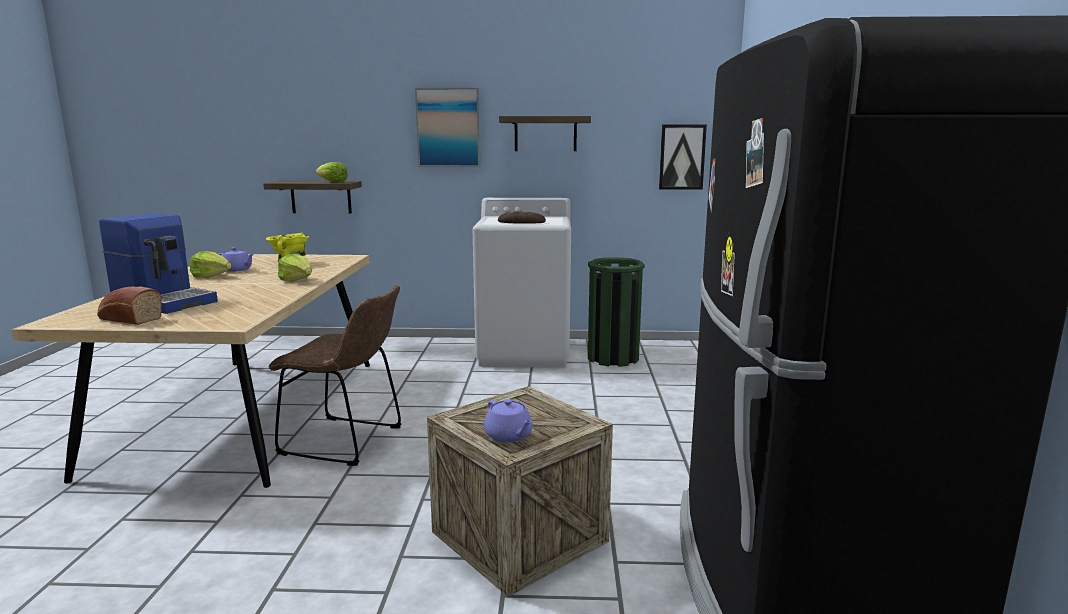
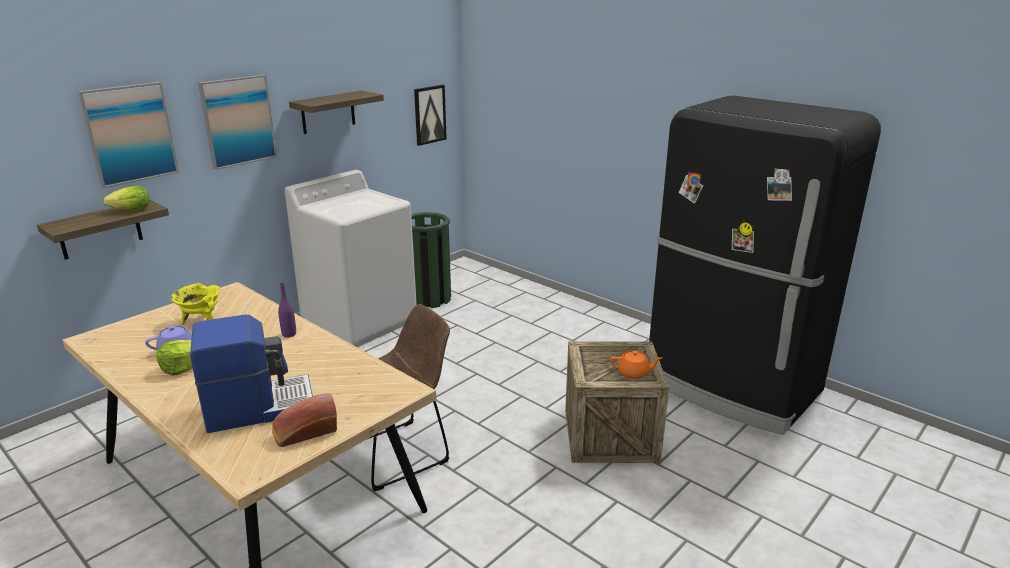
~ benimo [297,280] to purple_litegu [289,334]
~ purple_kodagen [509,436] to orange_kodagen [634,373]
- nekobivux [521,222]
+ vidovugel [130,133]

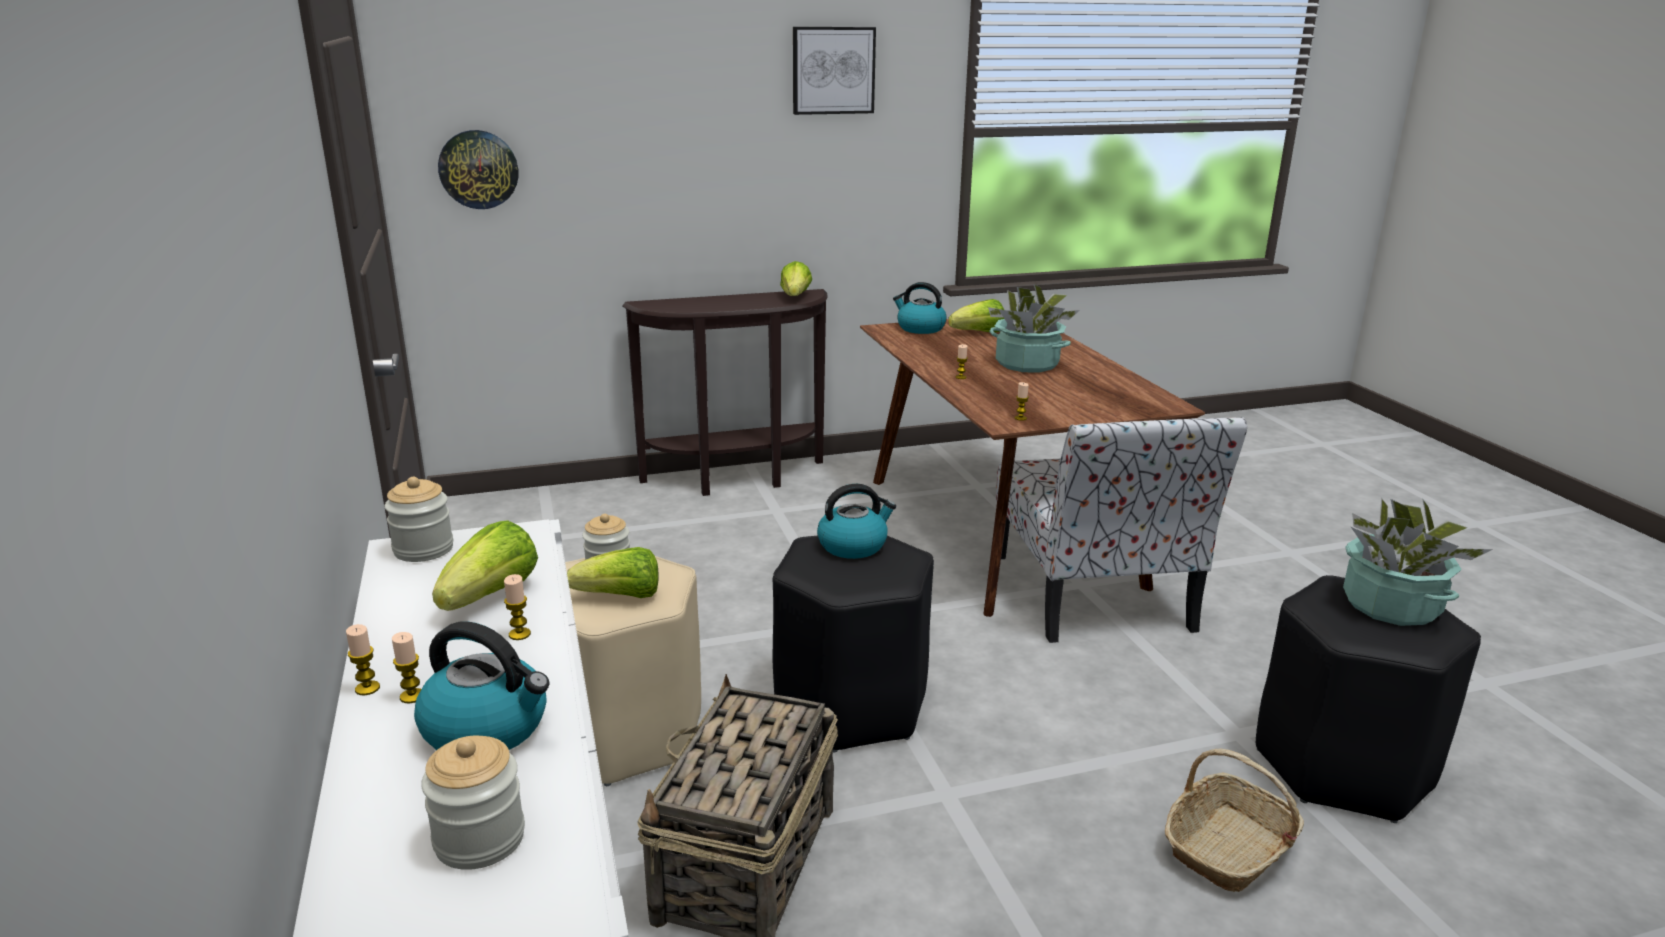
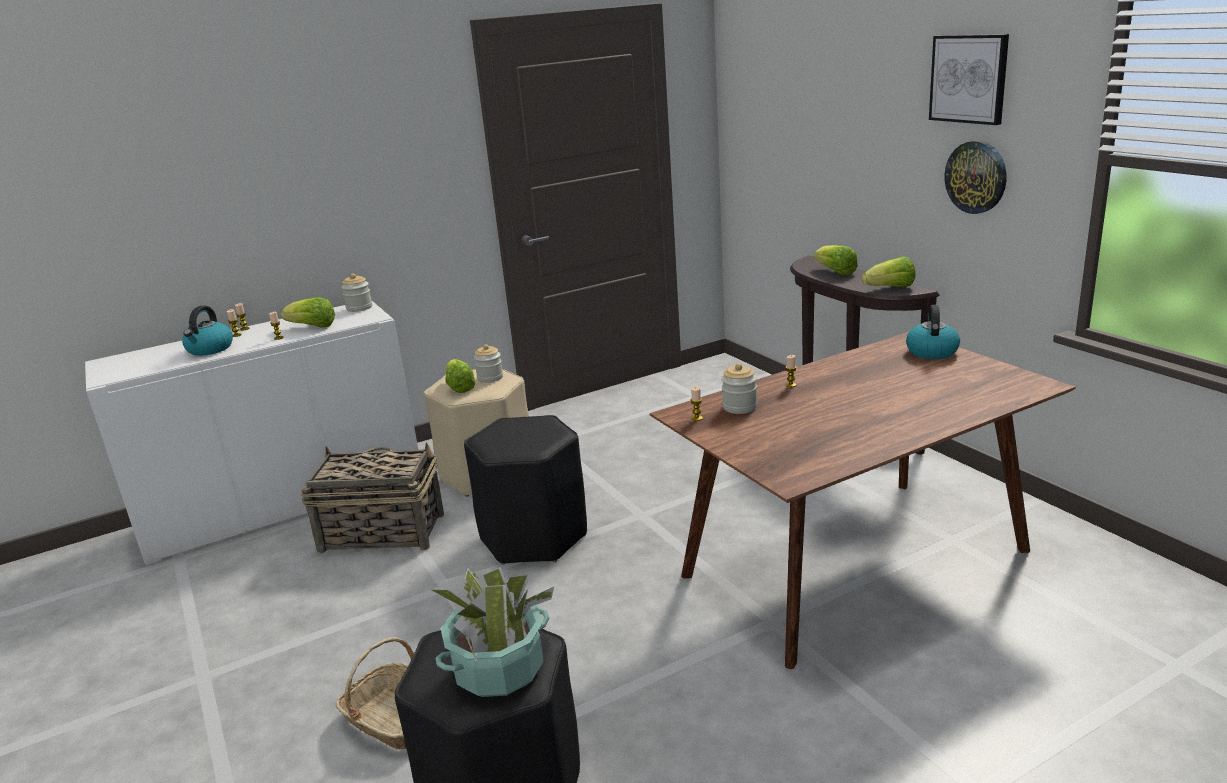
~ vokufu [479,839] to [739,407]
~ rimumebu [478,169] to [976,177]
- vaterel [853,545]
~ benimo [979,333] to [835,272]
- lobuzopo [1027,364]
- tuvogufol [1093,594]

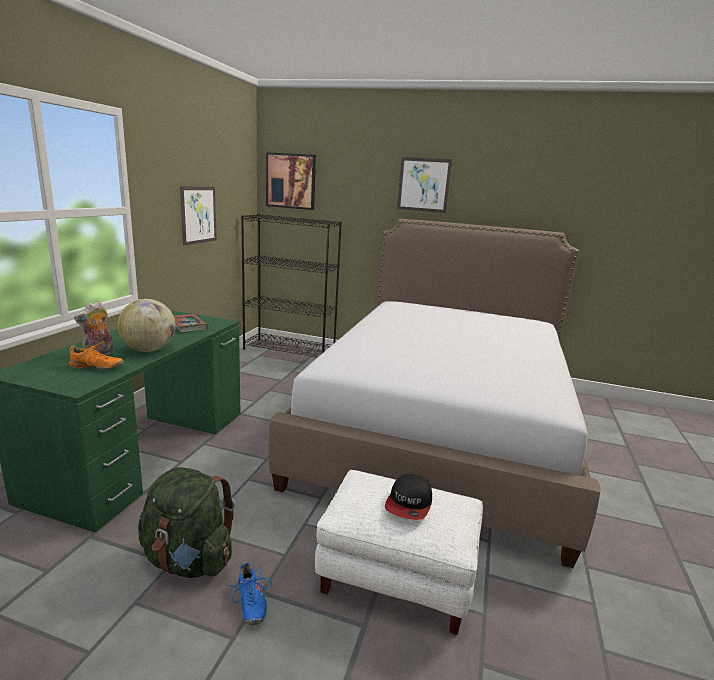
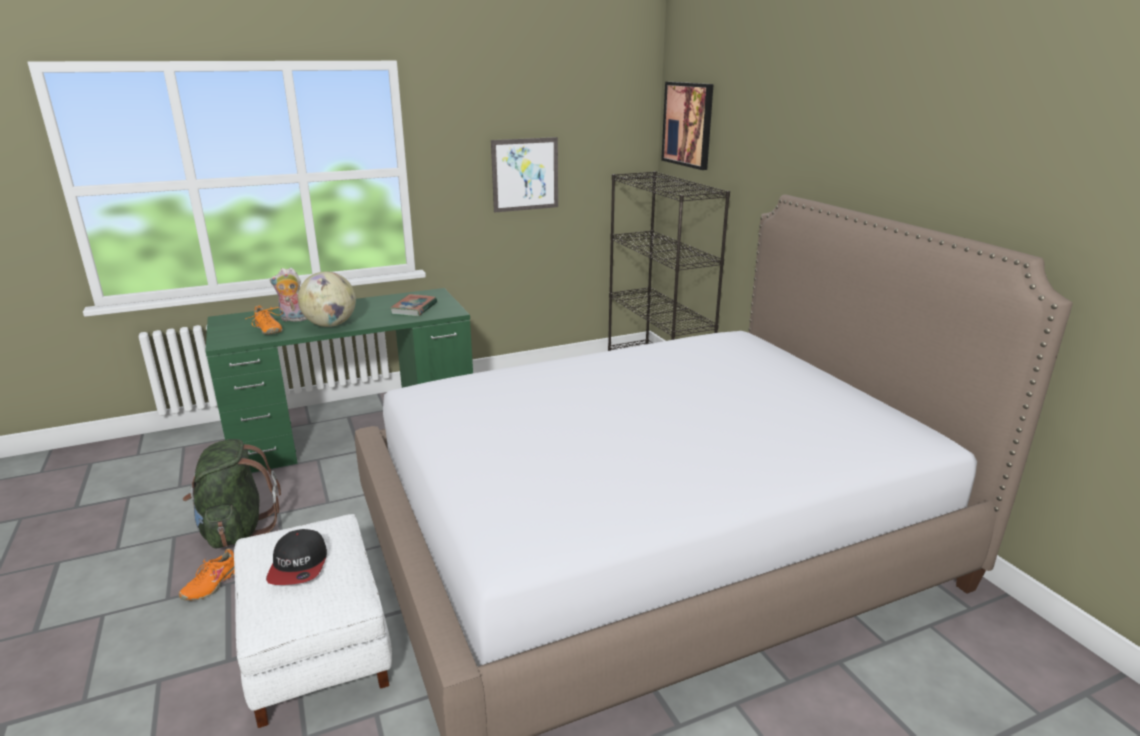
~ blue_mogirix [250,602] to orange_mogirix [211,584]
~ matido [409,503] = [299,565] 75 degrees counterclockwise
- vidovugel [423,184]

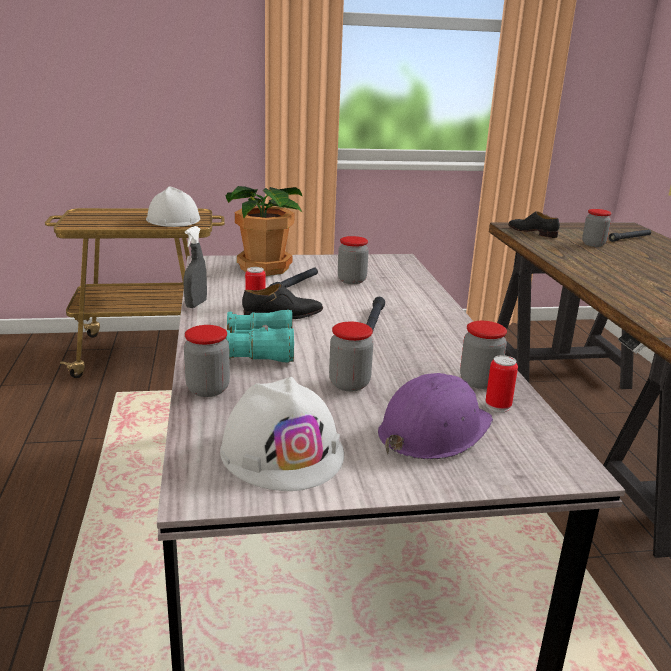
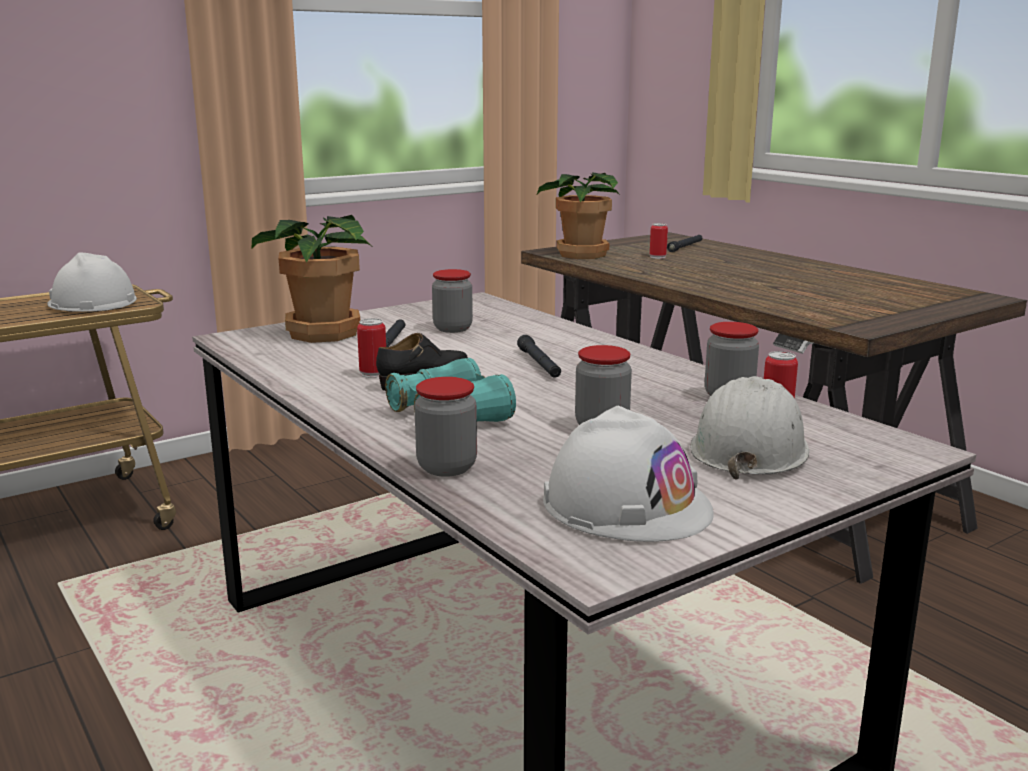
- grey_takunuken [196,304]
~ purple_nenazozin [433,431] to white_nenazozin [749,448]
~ black_mogirix [532,232] to lobuzopo [581,254]
~ vokufu [593,244] to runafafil [657,257]

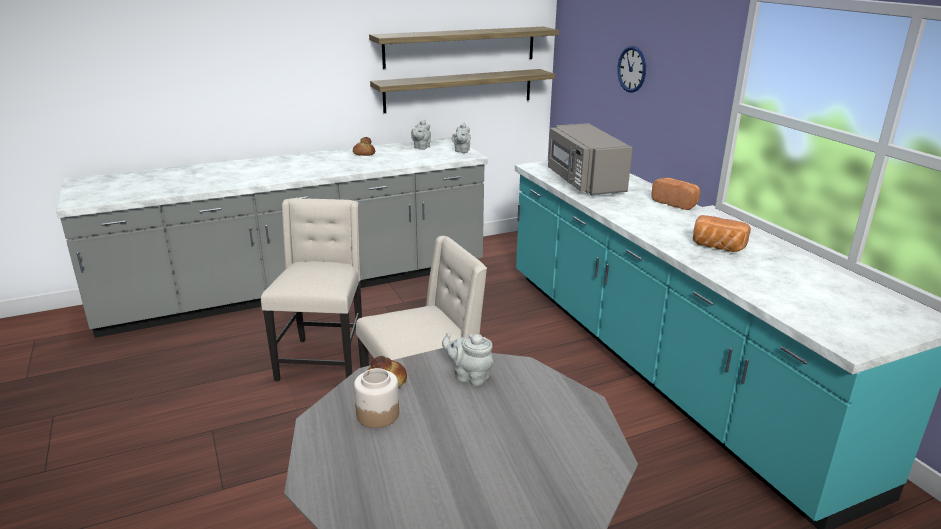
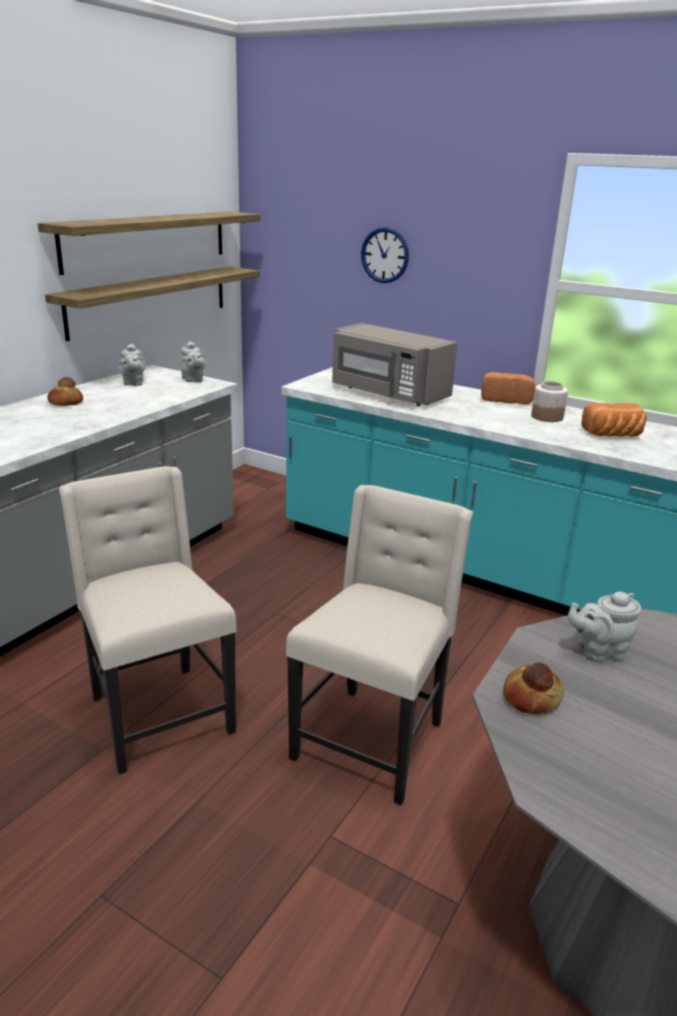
~ vokufu [377,414] to [546,417]

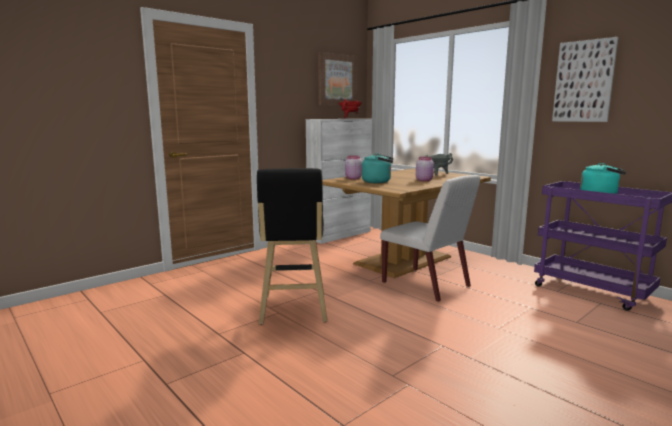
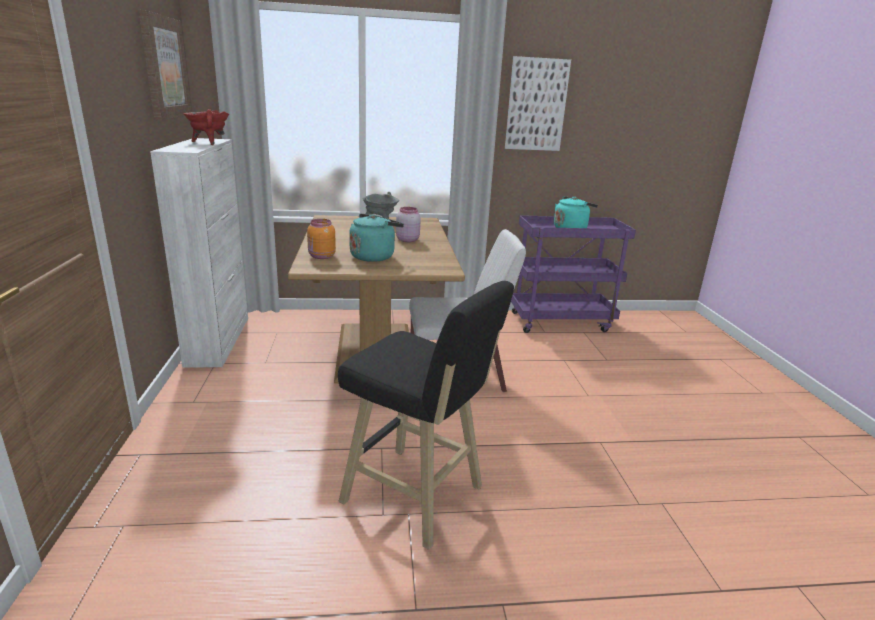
~ pink_vokufu [352,178] to orange_vokufu [321,256]

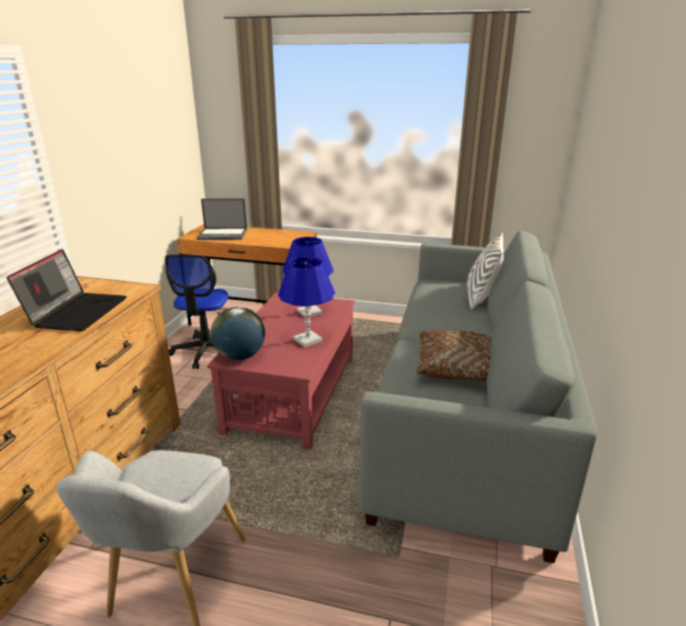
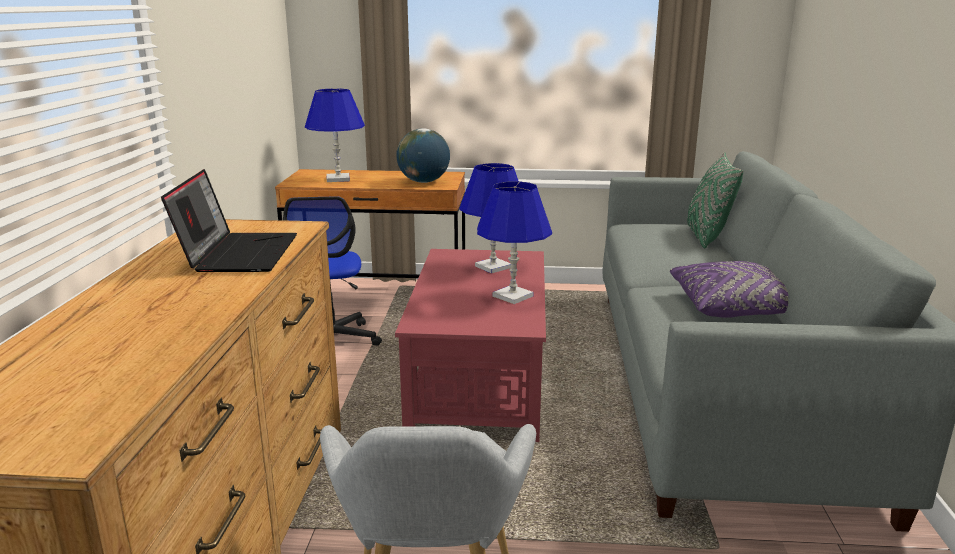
~ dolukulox [223,234] to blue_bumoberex [338,179]
~ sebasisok [240,356] to [424,182]
~ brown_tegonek [458,368] to purple_tegonek [734,307]
~ white_tegonek [481,298] to green_tegonek [707,237]

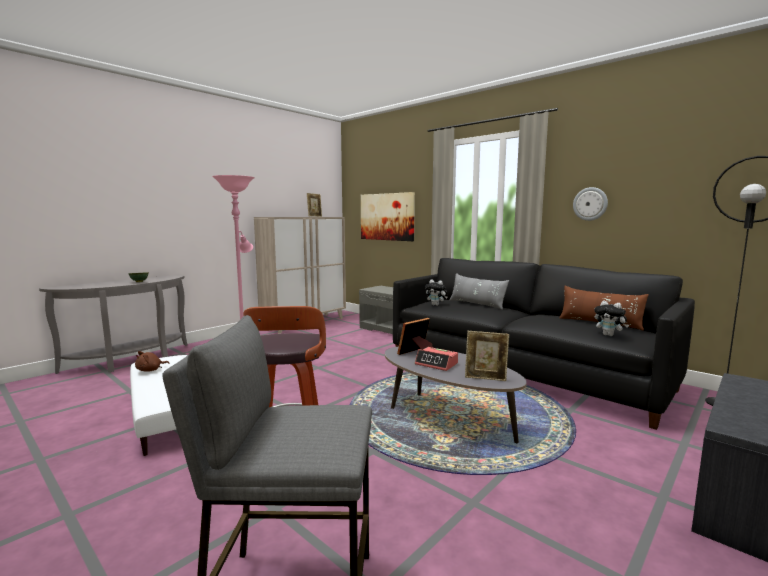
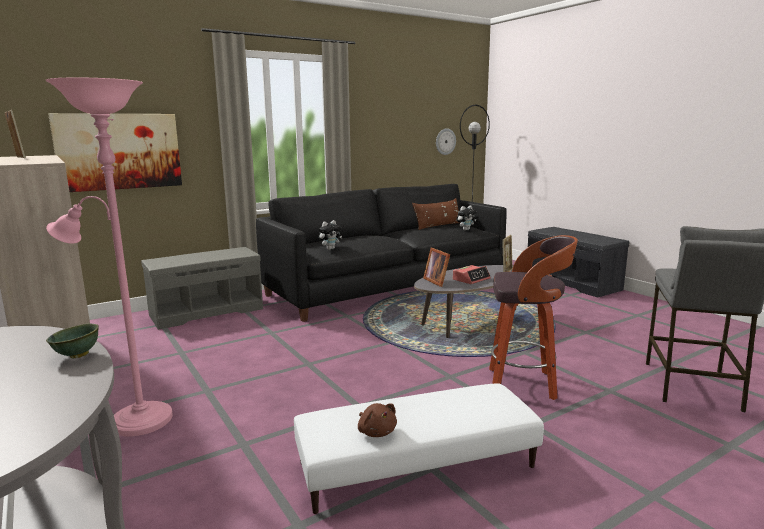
- grey_tegonek [476,304]
~ rimumebu [590,204] to [445,141]

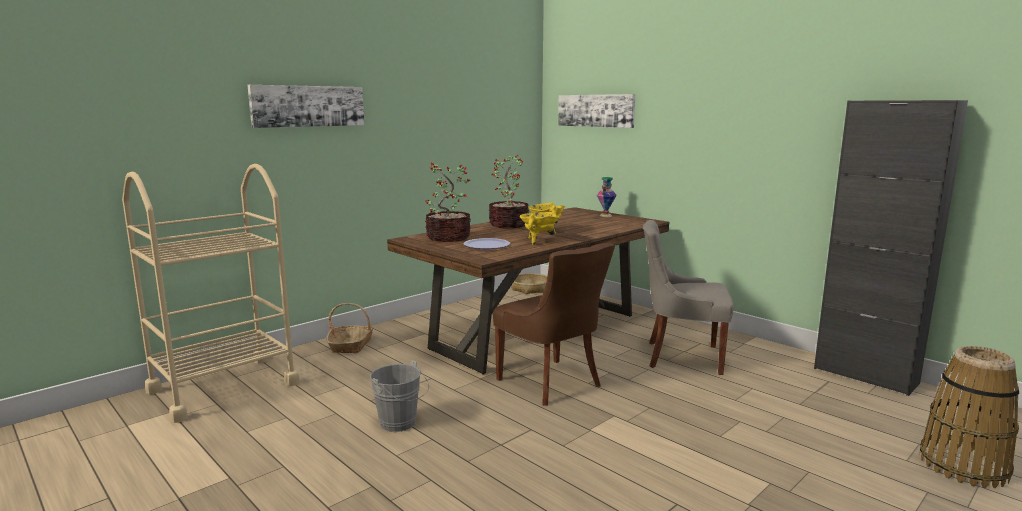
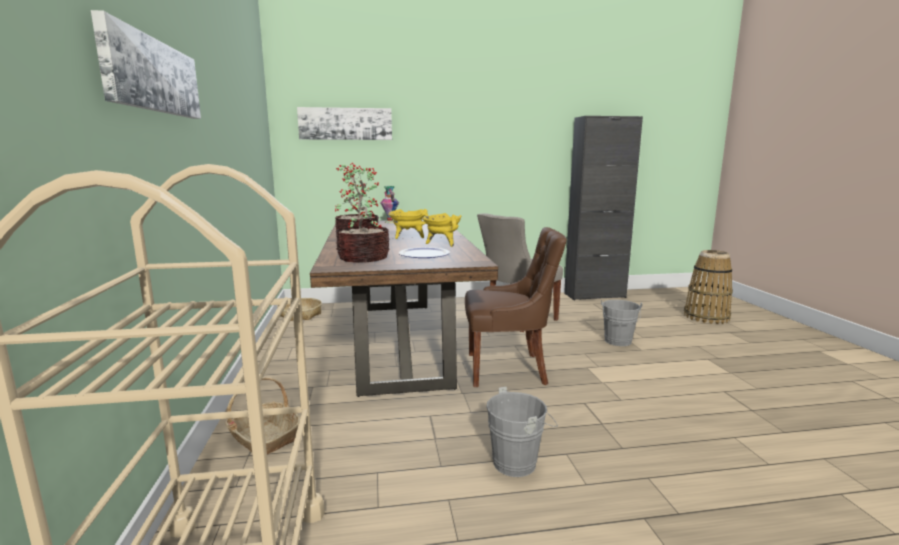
+ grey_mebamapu [618,342]

